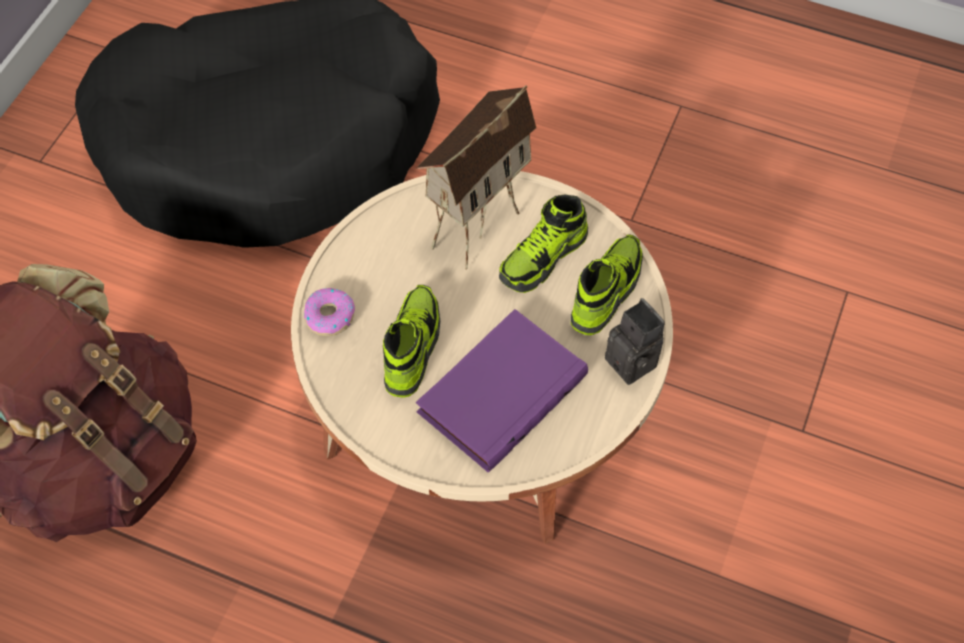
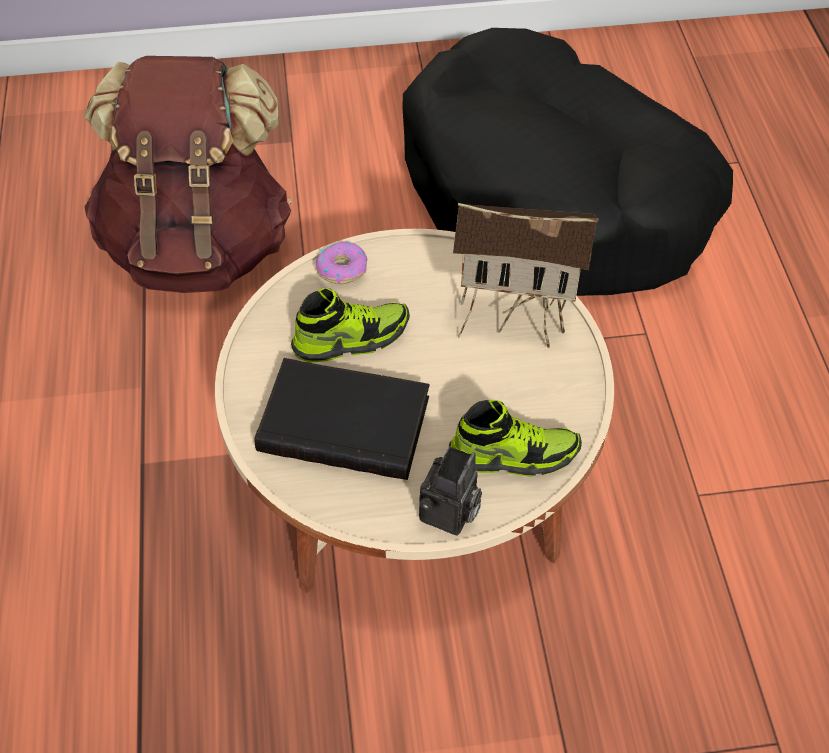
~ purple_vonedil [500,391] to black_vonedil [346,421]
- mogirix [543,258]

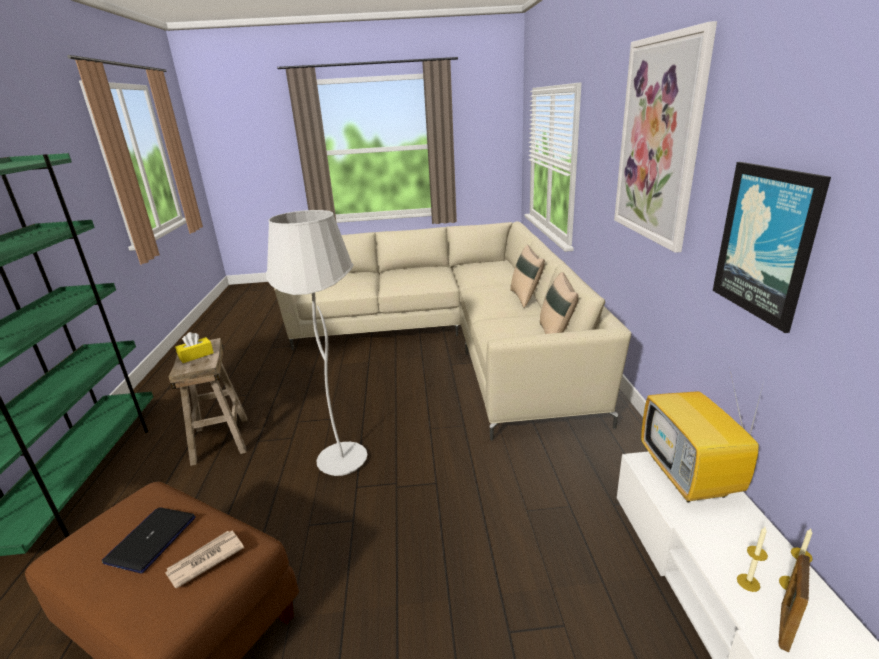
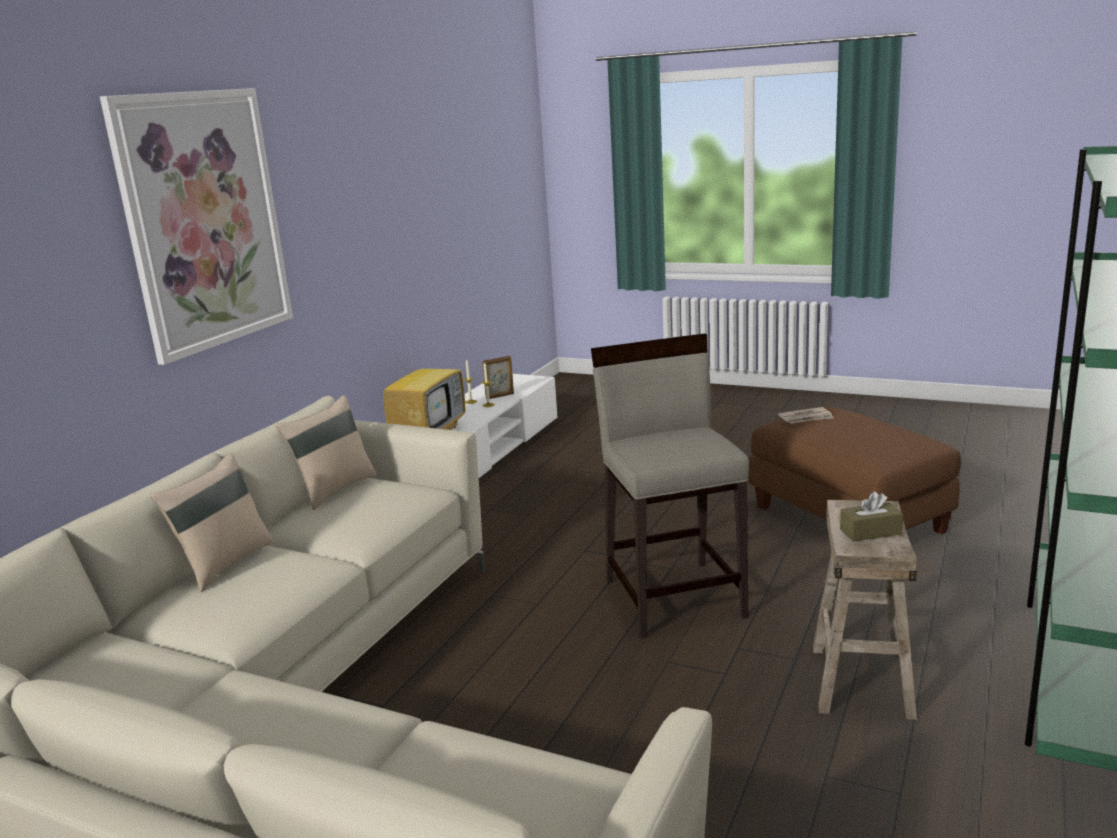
- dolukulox [151,539]
~ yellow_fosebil [196,355] to brown_fosebil [870,532]
~ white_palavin [343,461] to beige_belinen [674,597]
- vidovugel [766,243]

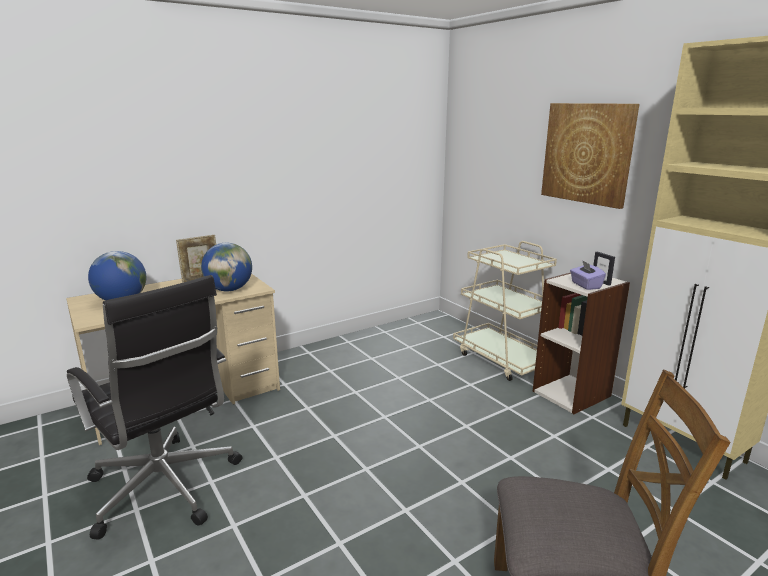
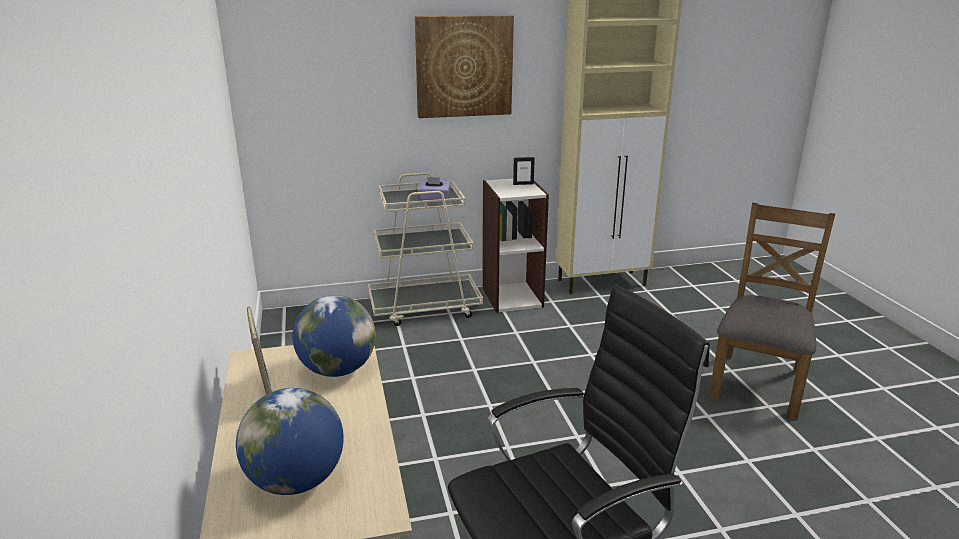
~ purple_fosebil [585,285] to [434,199]

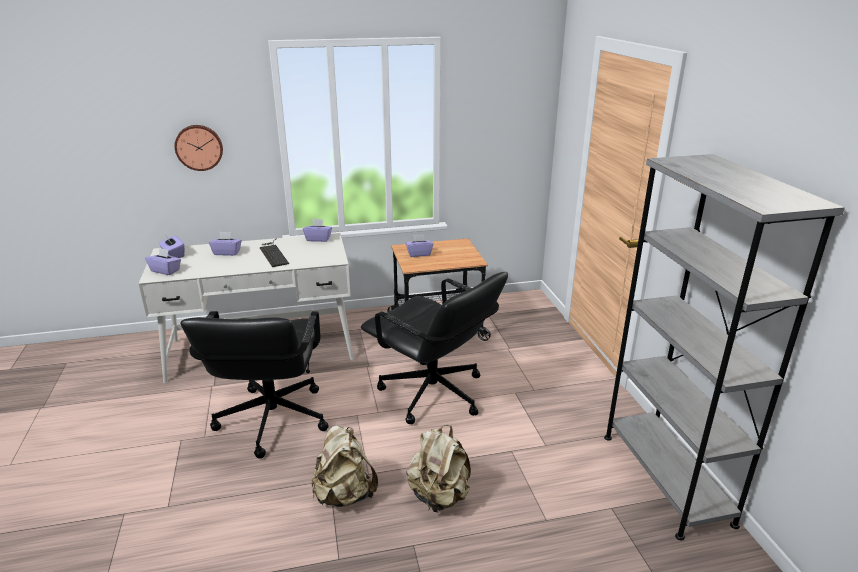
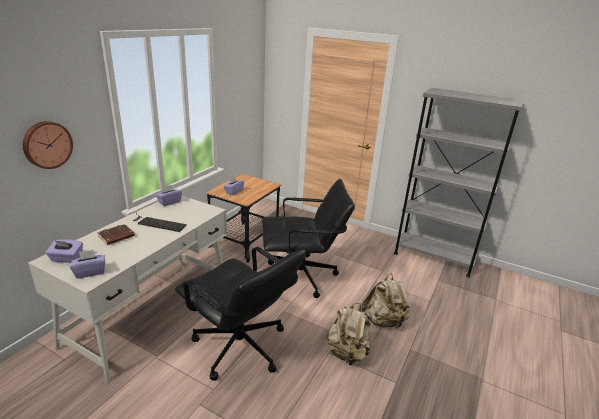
~ purple_fosebil [227,252] to brown_vonedil [116,237]

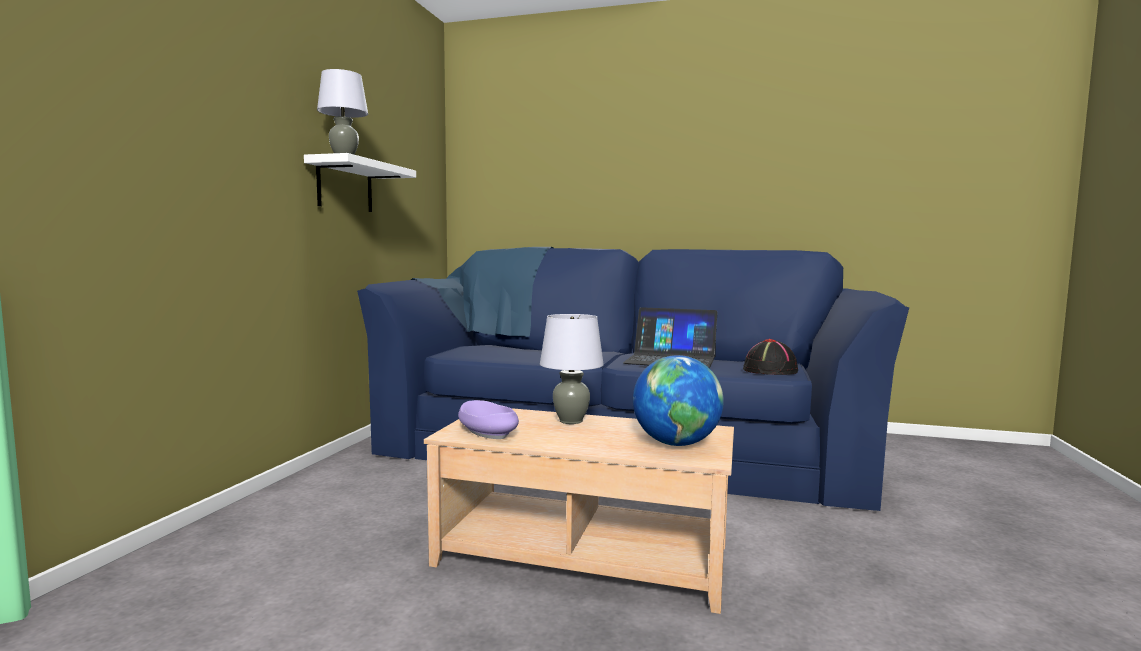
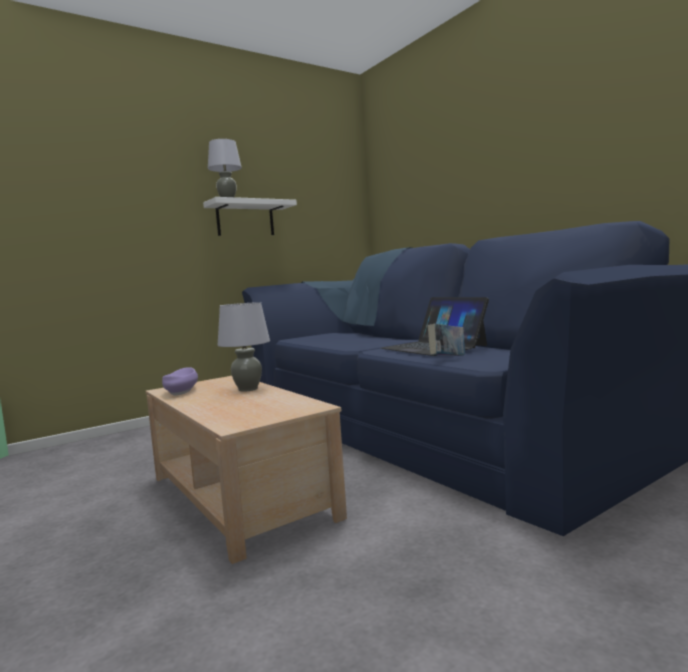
- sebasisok [676,443]
- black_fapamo [770,370]
+ vonedil [447,358]

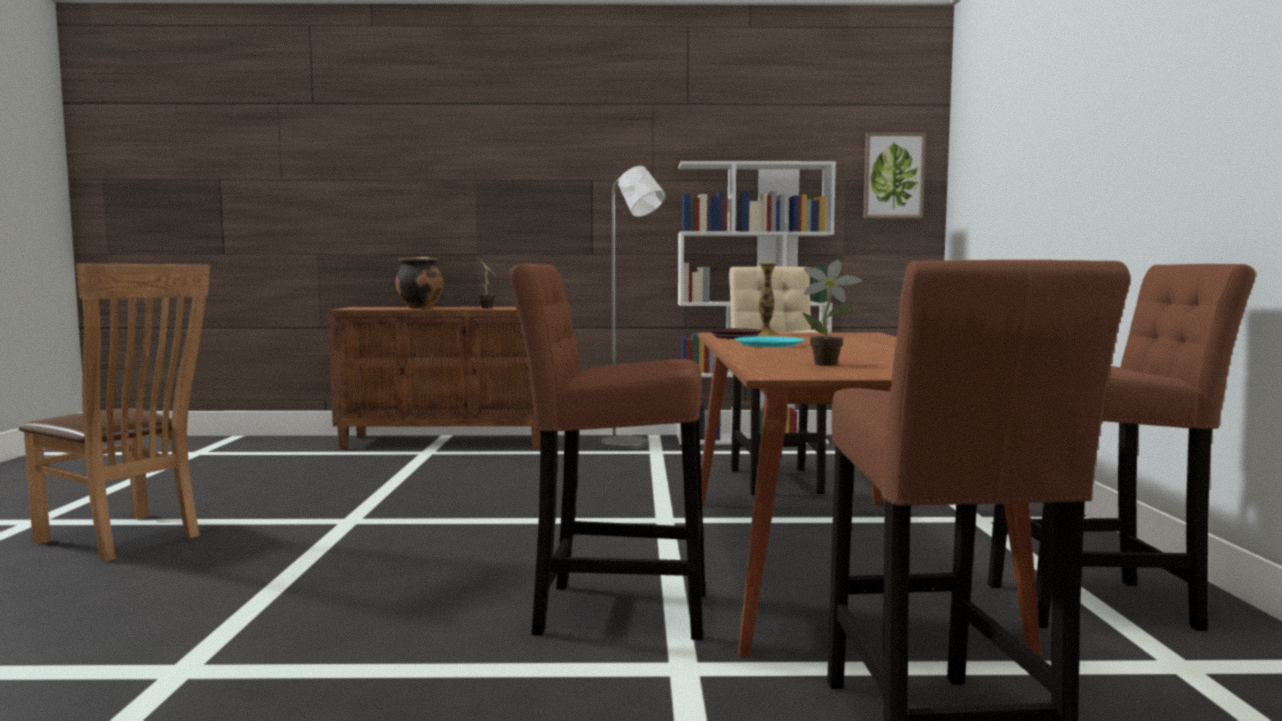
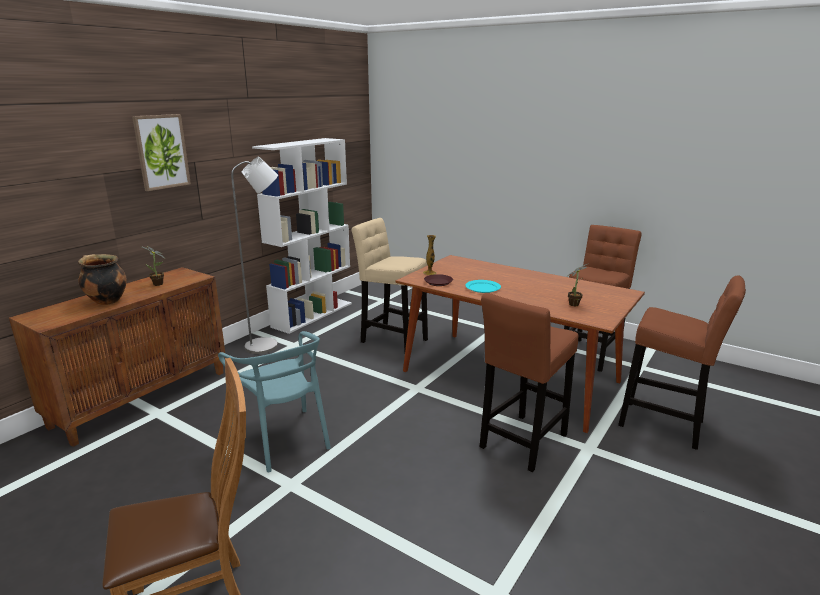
~ vidovugel [893,176] to [161,152]
+ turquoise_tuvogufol [283,439]

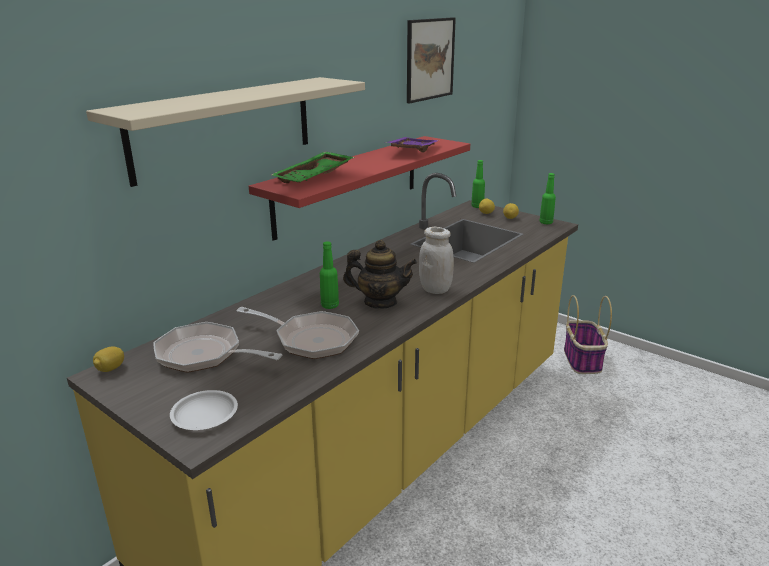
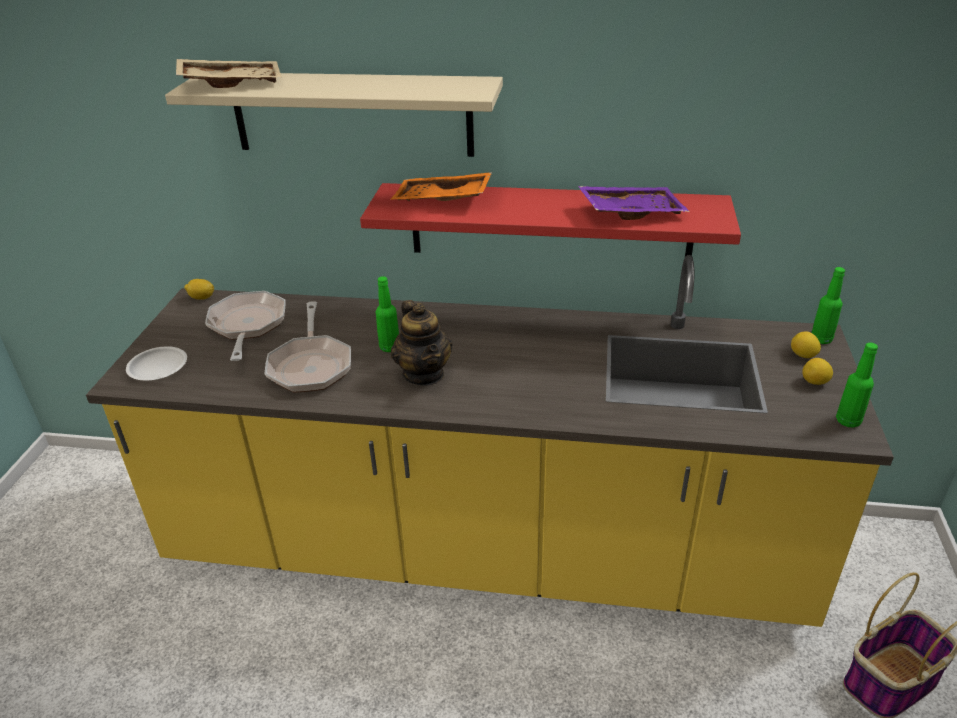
~ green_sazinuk [315,177] to orange_sazinuk [442,200]
- vidovugel [430,59]
- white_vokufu [435,289]
+ beige_sazinuk [231,83]

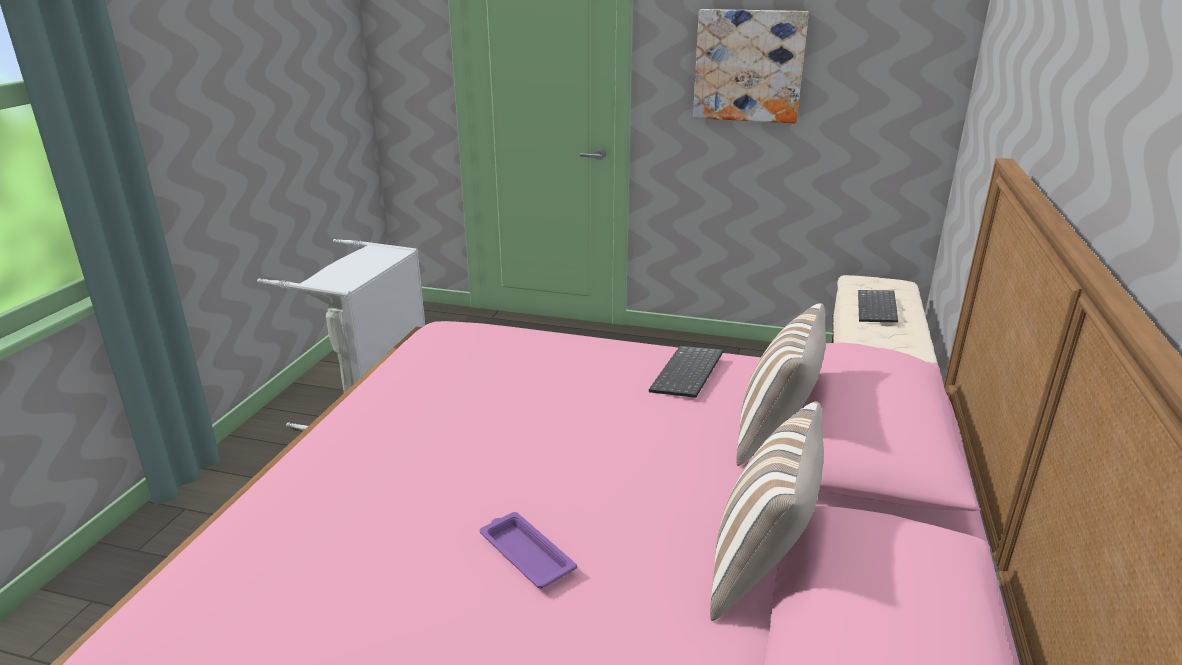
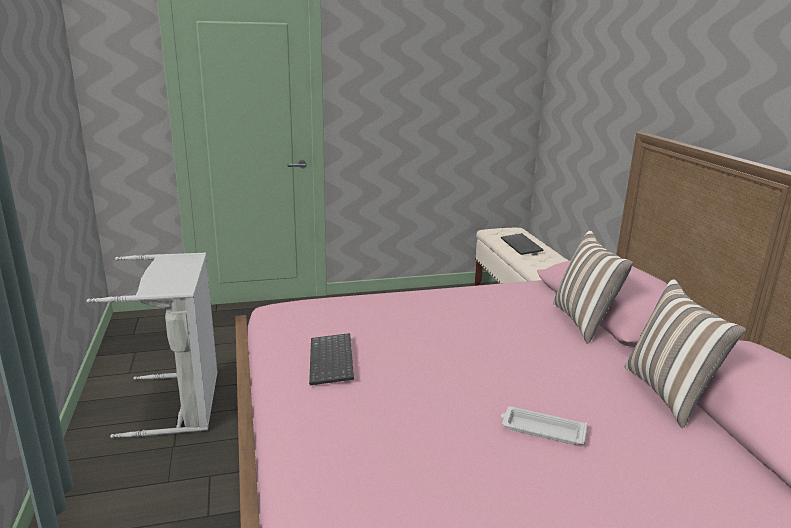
~ purple_sazinuk [525,554] to white_sazinuk [541,430]
~ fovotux [688,374] to [333,361]
- vidovugel [748,66]

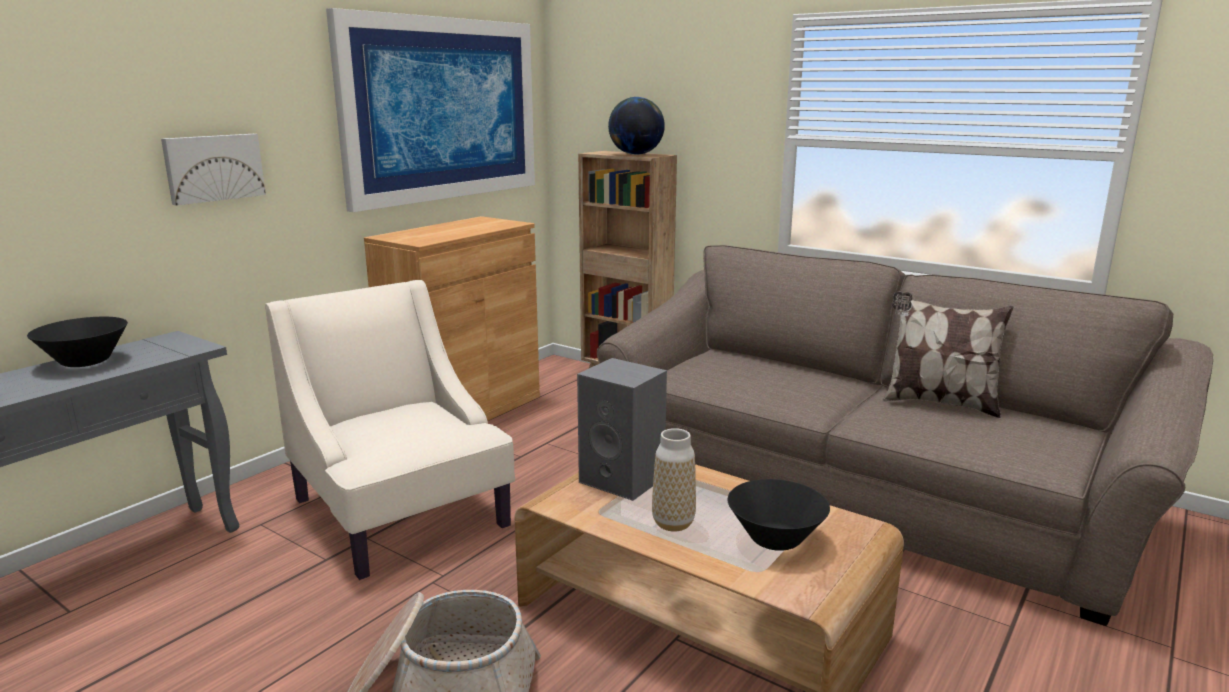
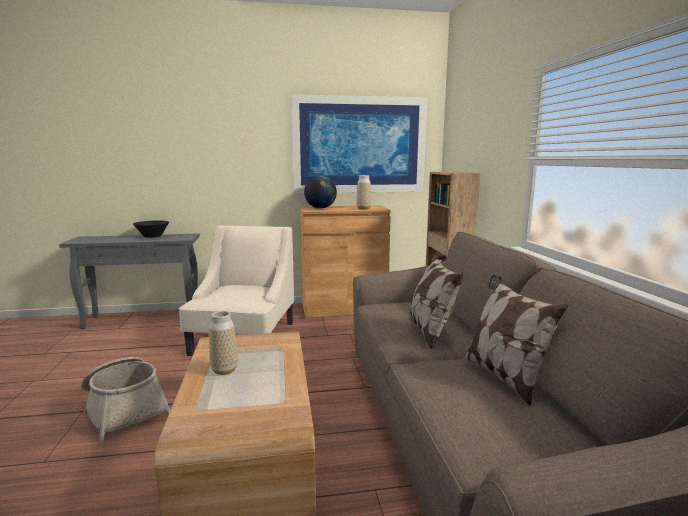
- vidovugel [213,168]
- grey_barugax [624,480]
~ sebasisok [635,154] to [320,208]
- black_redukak [775,539]
+ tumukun [363,208]
+ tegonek [430,332]

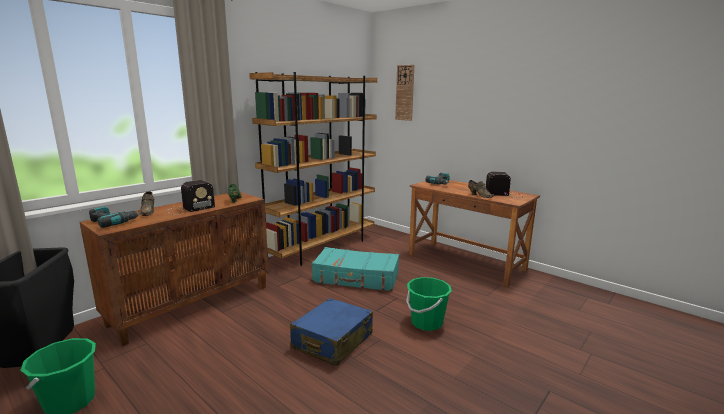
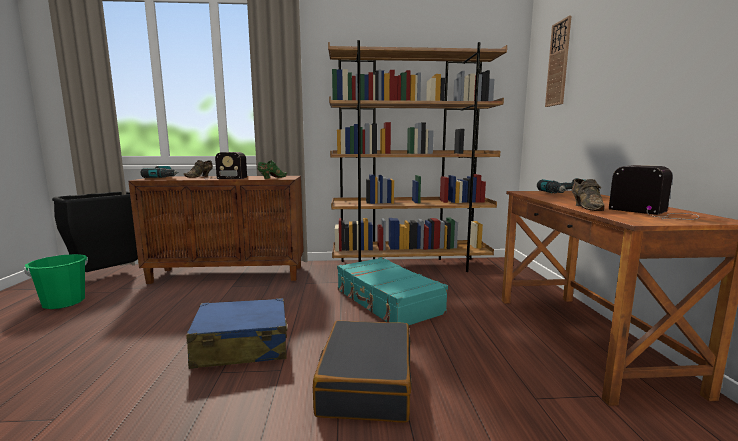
~ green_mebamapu [426,322] to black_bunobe [366,382]

